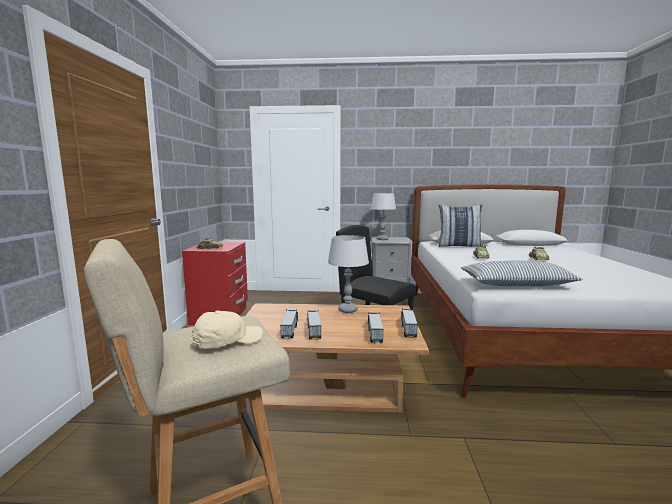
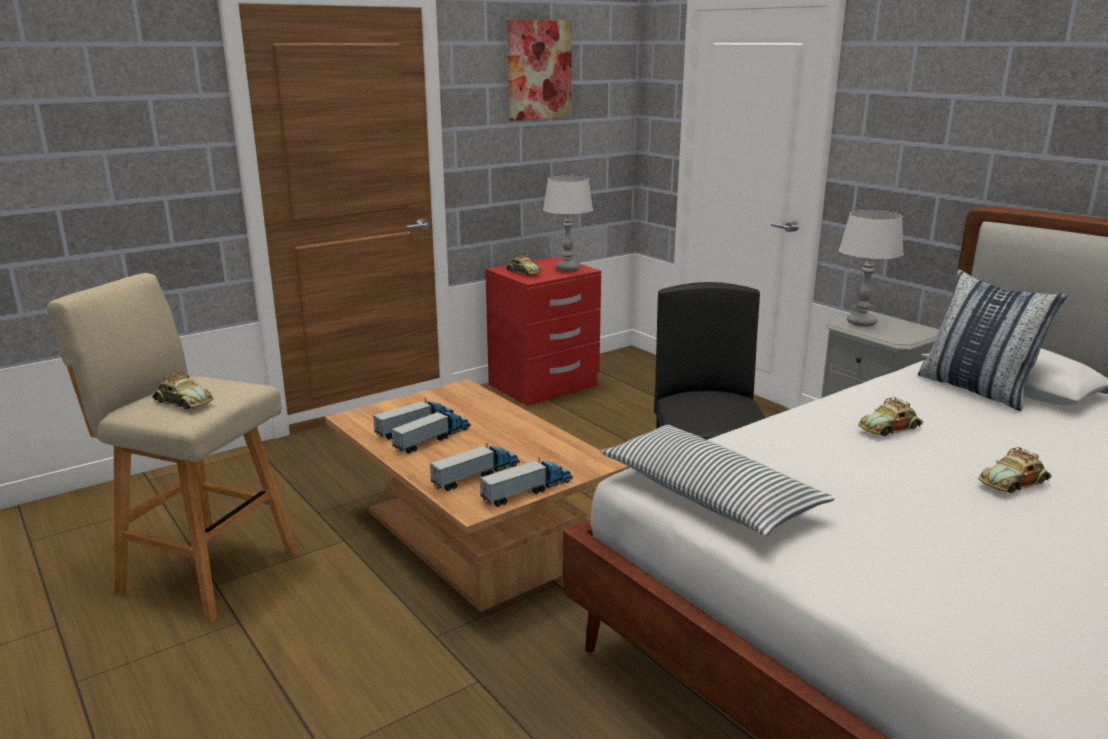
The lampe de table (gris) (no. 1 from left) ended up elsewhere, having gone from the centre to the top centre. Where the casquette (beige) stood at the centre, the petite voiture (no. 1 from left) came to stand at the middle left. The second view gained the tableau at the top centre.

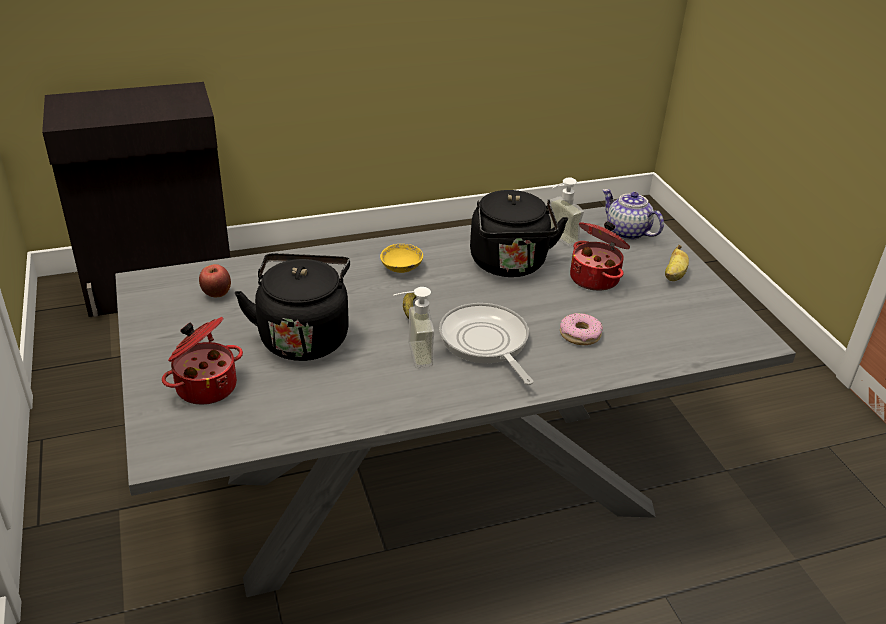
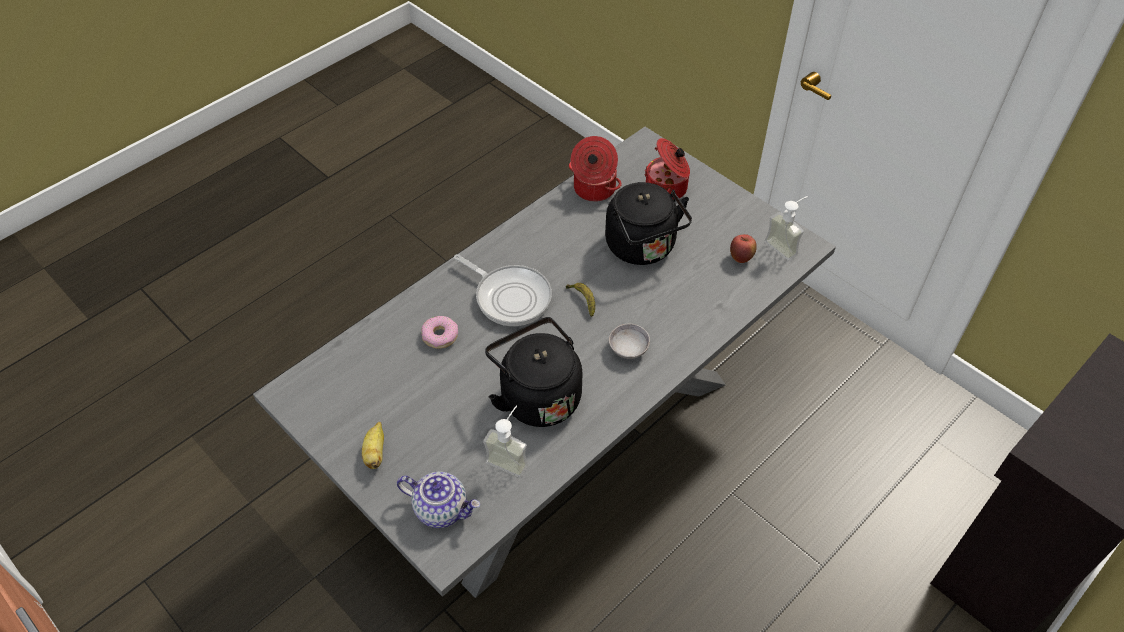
The marmite (no. 2 from left in the first image) ended up elsewhere, having gone from the middle right to the top centre. What was the bol (jaune) at the centre turned into the bol (gris) at the centre. The distributeur de savon (no. 1 from left in the first image) ended up elsewhere, having gone from the centre to the middle right.

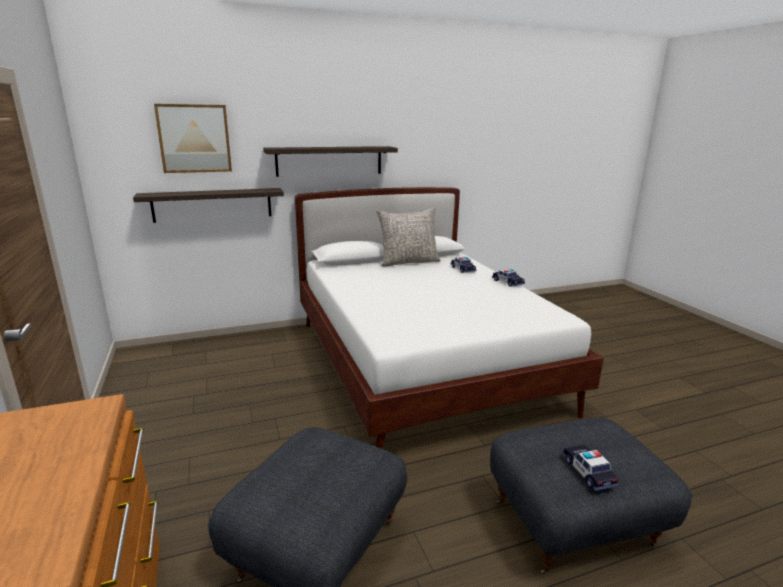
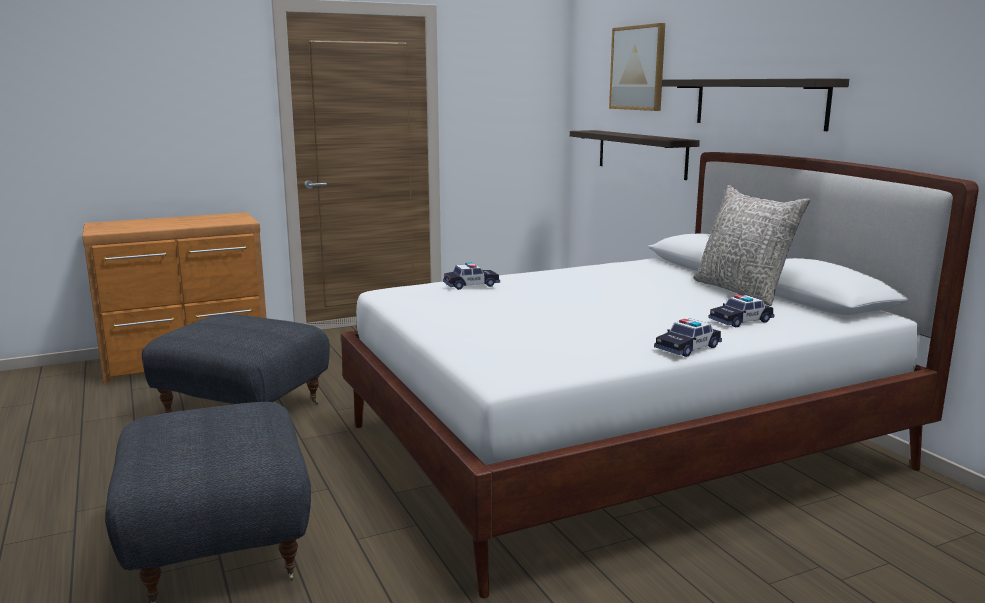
The petite voiture (no. 3 from left in the first image) ended up elsewhere, having gone from the bottom right to the centre.

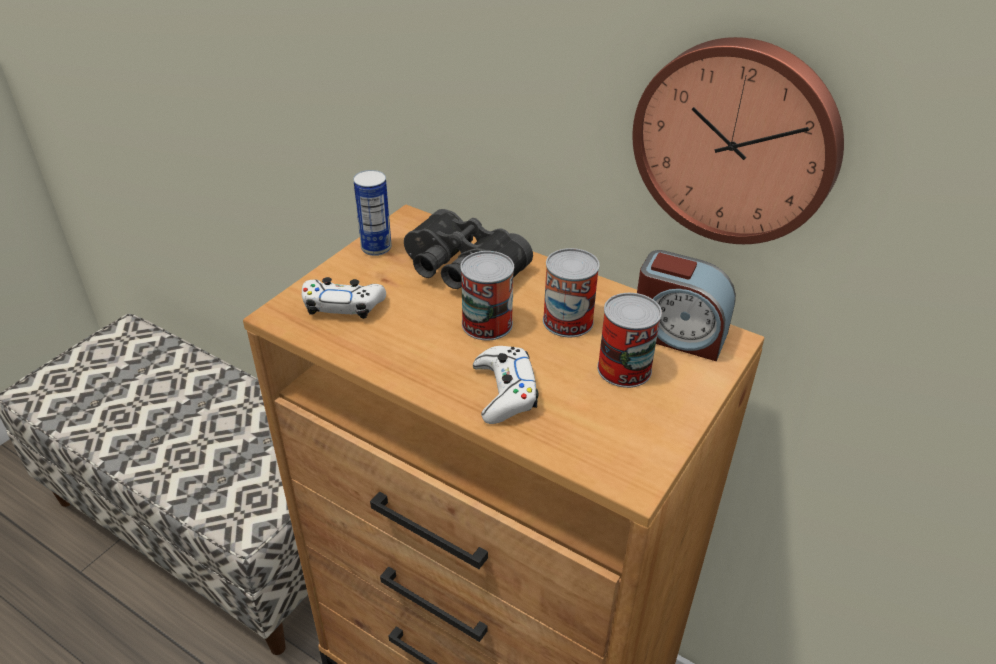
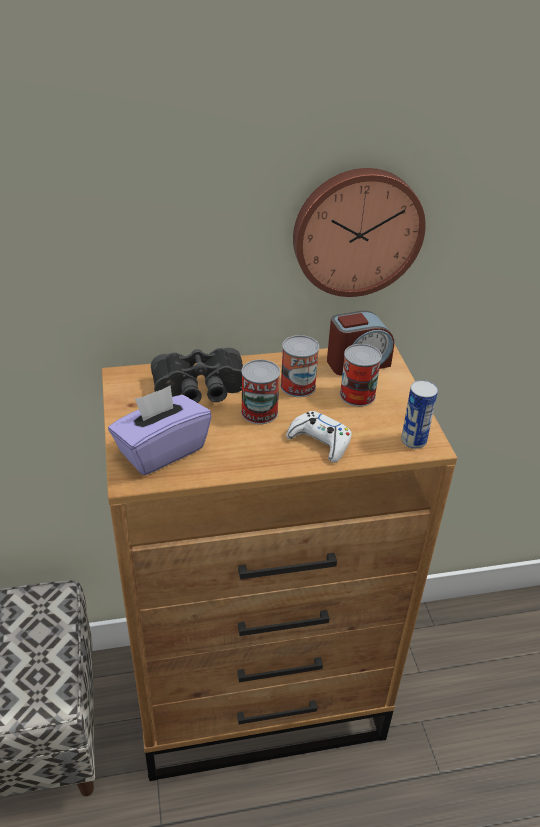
The boîte métallique (no. 1 from left in the first image) ended up elsewhere, having gone from the top centre to the middle right. Where the manette (blanc) (no. 1 from left) stood at the centre, the boîte à mouchoirs (violet) came to stand at the middle left.

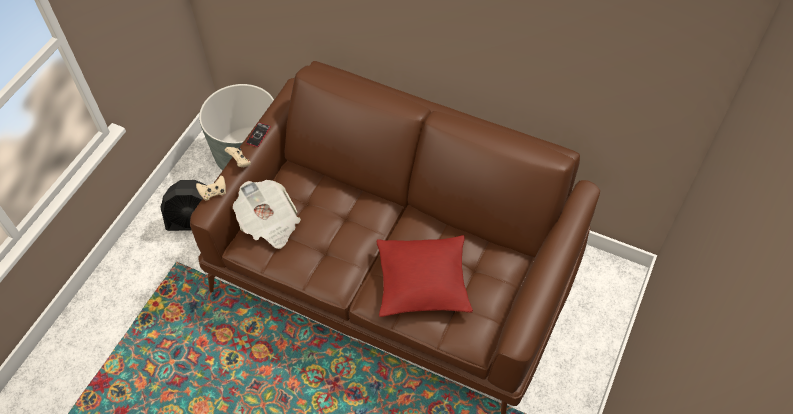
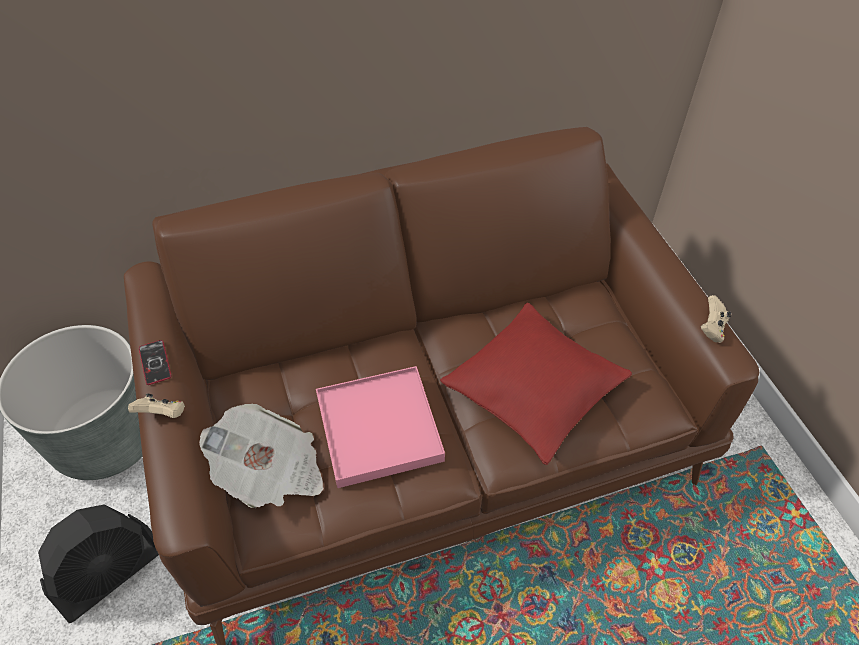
The manette (beige) (no. 1 from left in the first image) ended up elsewhere, having gone from the middle left to the middle right. The second view gained the plateau (rose) at the centre.

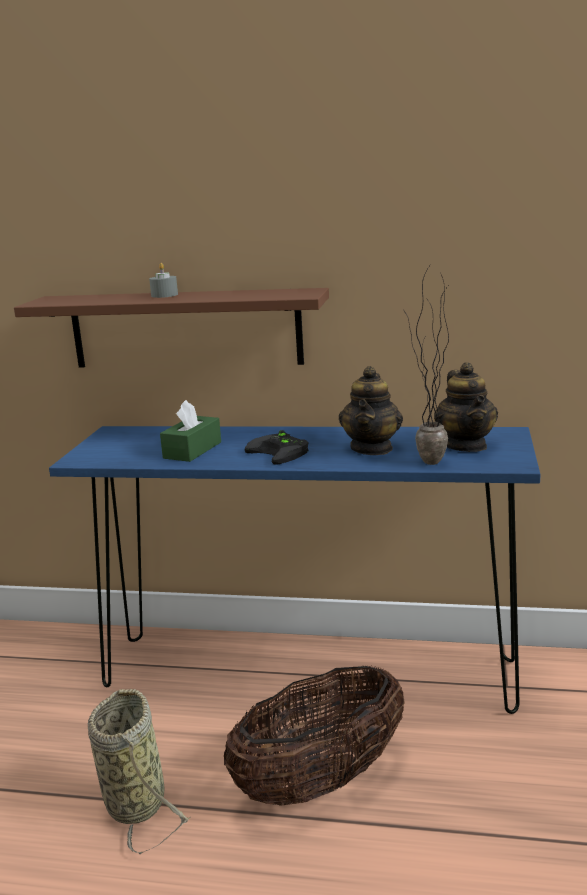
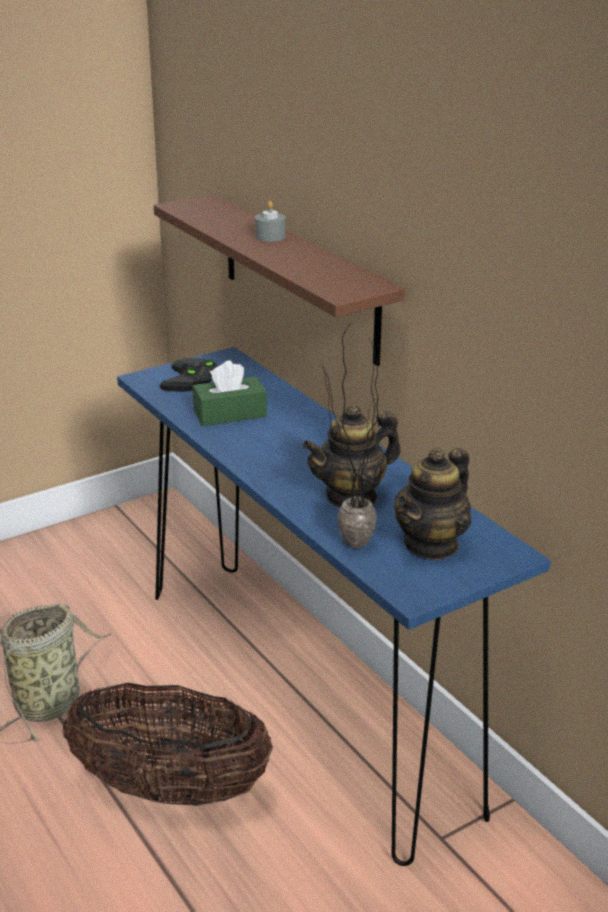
The manette (noir) ended up elsewhere, having gone from the centre to the middle left.

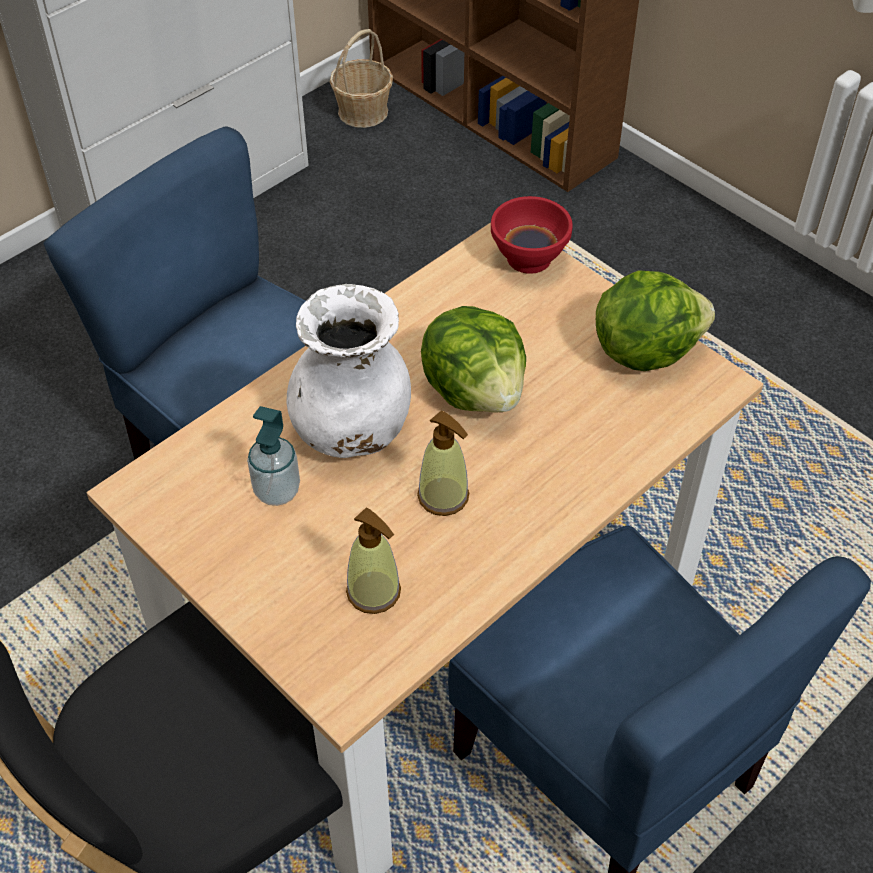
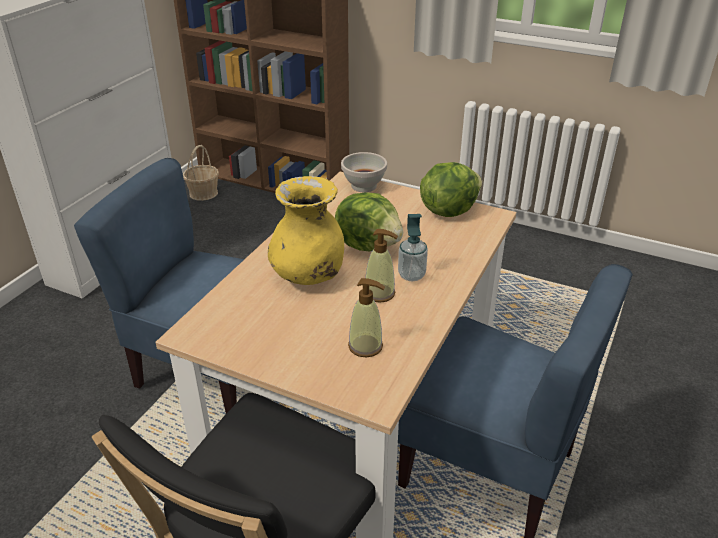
What was the bol (rouge) at the top centre turned into the bol (blanc) at the top centre. What was the vase (blanc) at the centre turned into the vase (jaune) at the centre. The distributeur de savon (no. 1 from left in the first image) ended up elsewhere, having gone from the middle left to the centre.

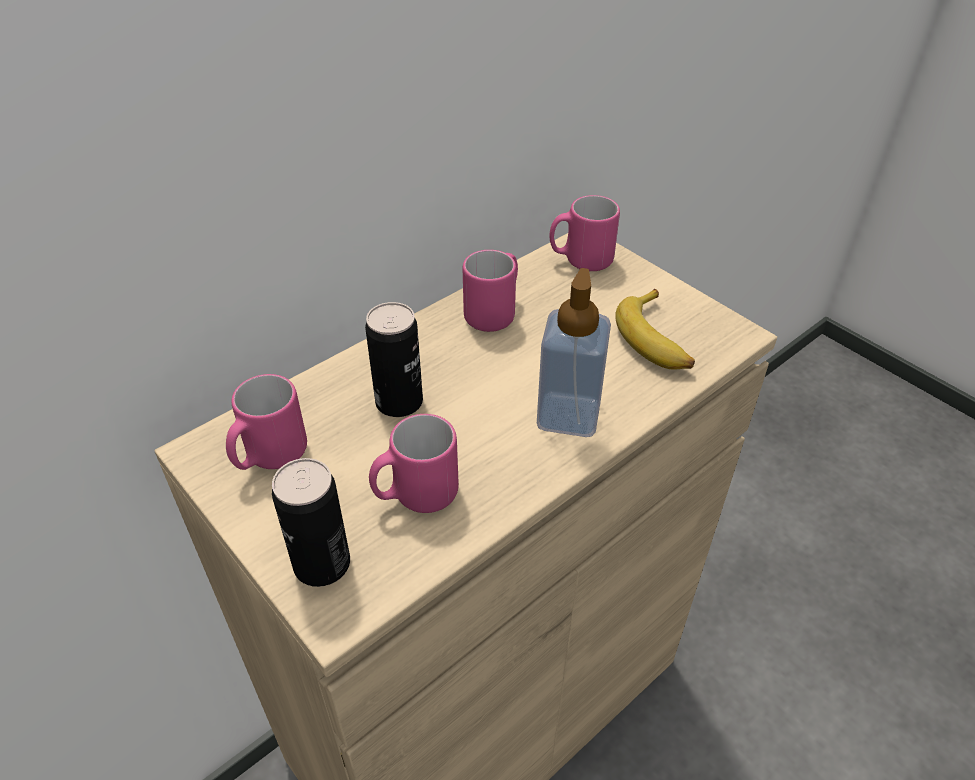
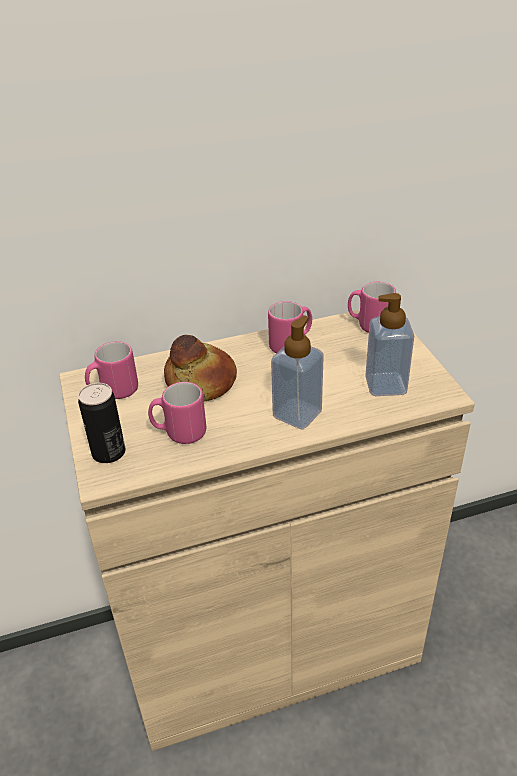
Where the banane stood at the middle right, the distributeur de savon (no. 2 from left) came to stand at the middle right. Where the boîte métallique (no. 2 from left) stood at the centre, the pain came to stand at the centre.

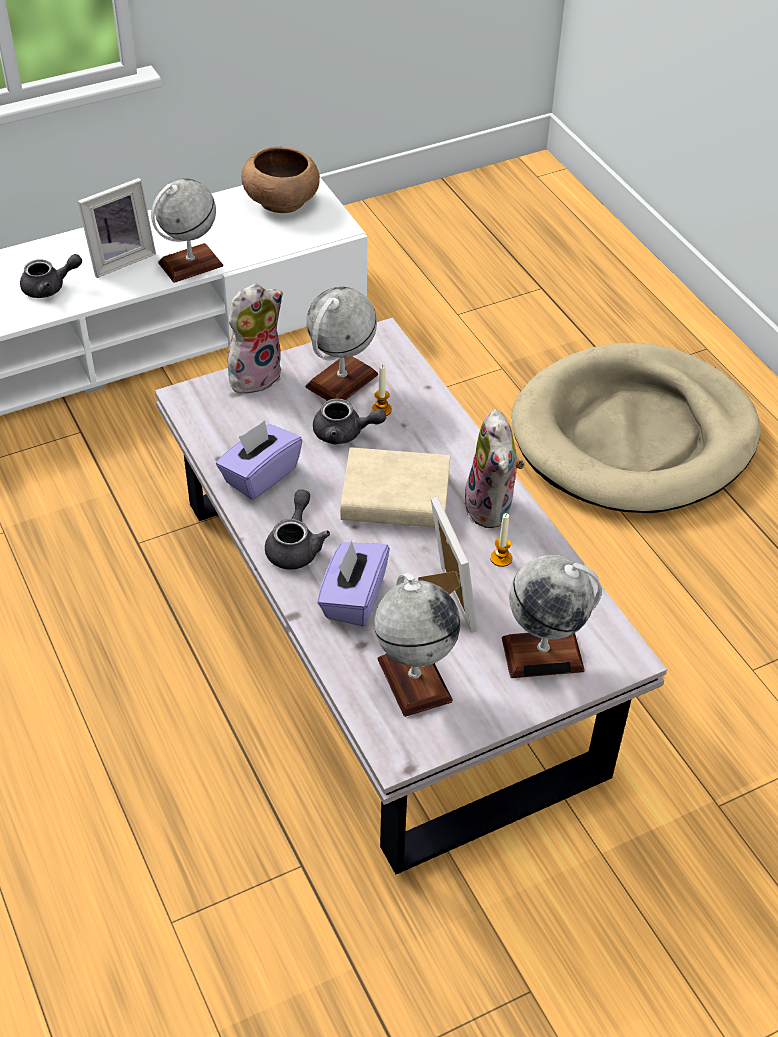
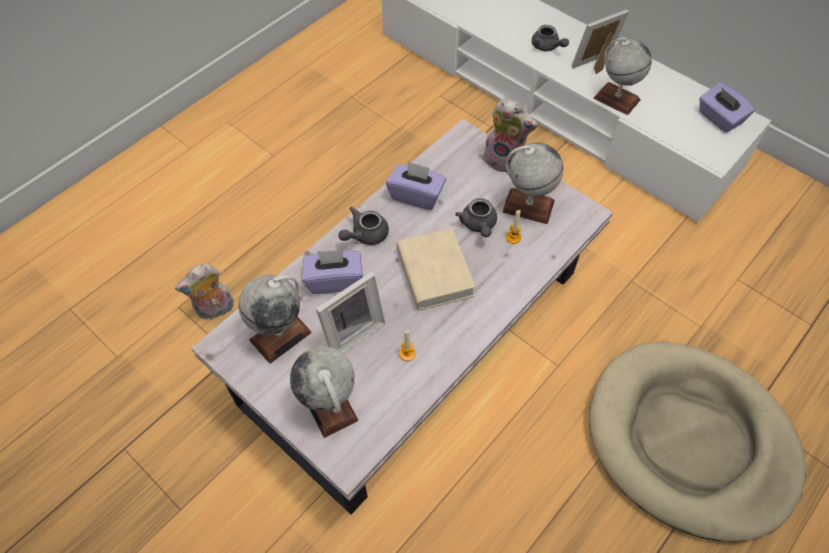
Where the bol (marron) stood at the top centre, the boîte à mouchoirs (violet) (no. 3 from left) came to stand at the top right. The cadre photo (no. 1 from left in the first image) at the top left ended up facing another way, 120 degrees clockwise from before. The peluche (no. 2 from left in the first image) ended up elsewhere, having gone from the centre to the middle left. The théière (gris) (no. 2 from left in the first image) at the centre ended up facing another way, 150 degrees clockwise from before.

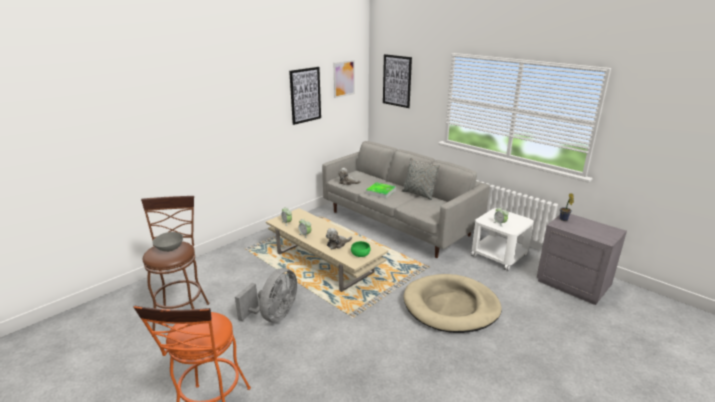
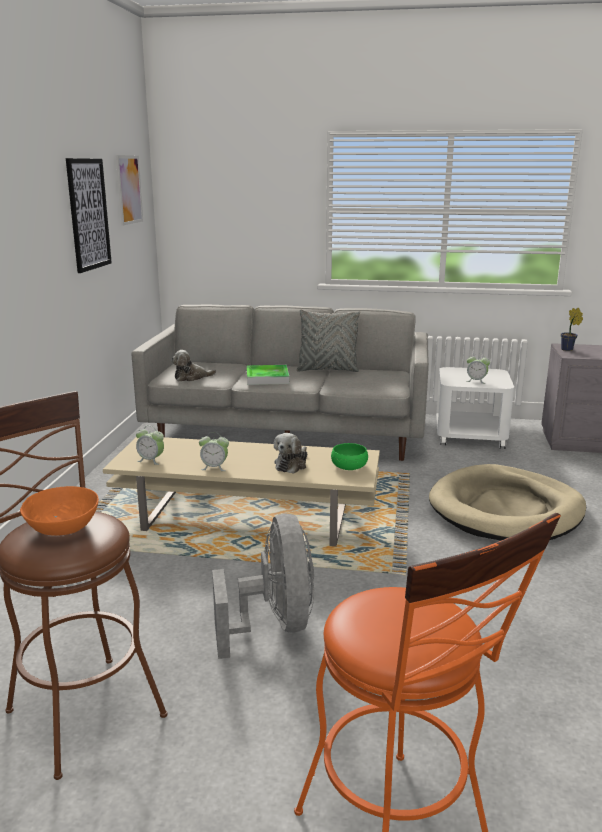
The second view lost the tableau (no. 3 from left) at the top centre. What was the bol (gris) at the middle left turned into the bol (orange) at the middle left.

